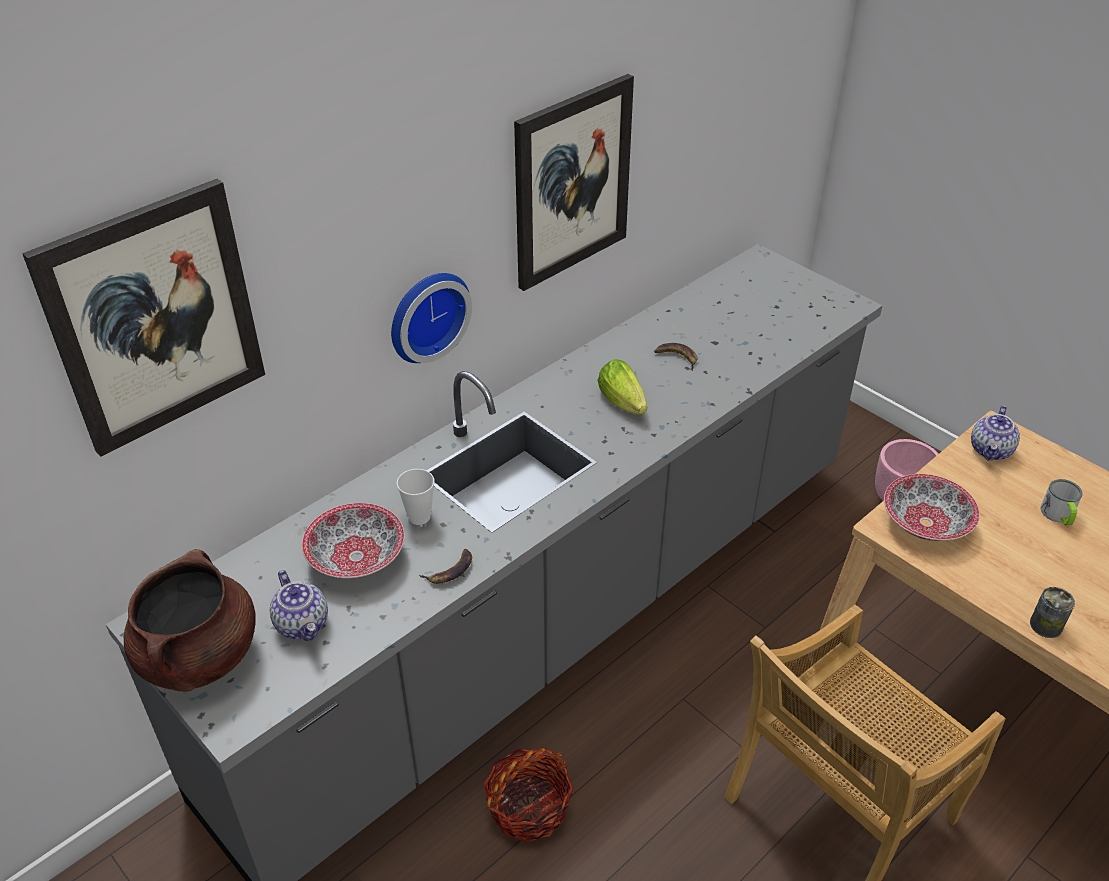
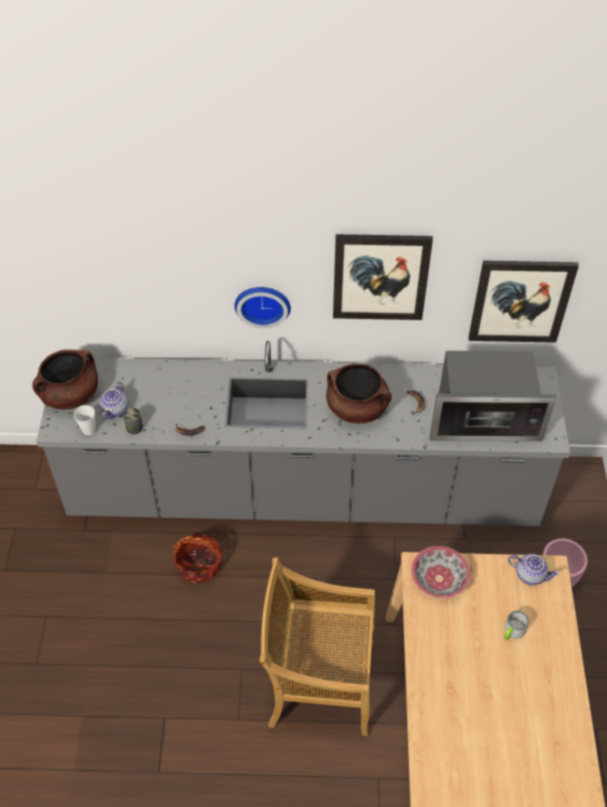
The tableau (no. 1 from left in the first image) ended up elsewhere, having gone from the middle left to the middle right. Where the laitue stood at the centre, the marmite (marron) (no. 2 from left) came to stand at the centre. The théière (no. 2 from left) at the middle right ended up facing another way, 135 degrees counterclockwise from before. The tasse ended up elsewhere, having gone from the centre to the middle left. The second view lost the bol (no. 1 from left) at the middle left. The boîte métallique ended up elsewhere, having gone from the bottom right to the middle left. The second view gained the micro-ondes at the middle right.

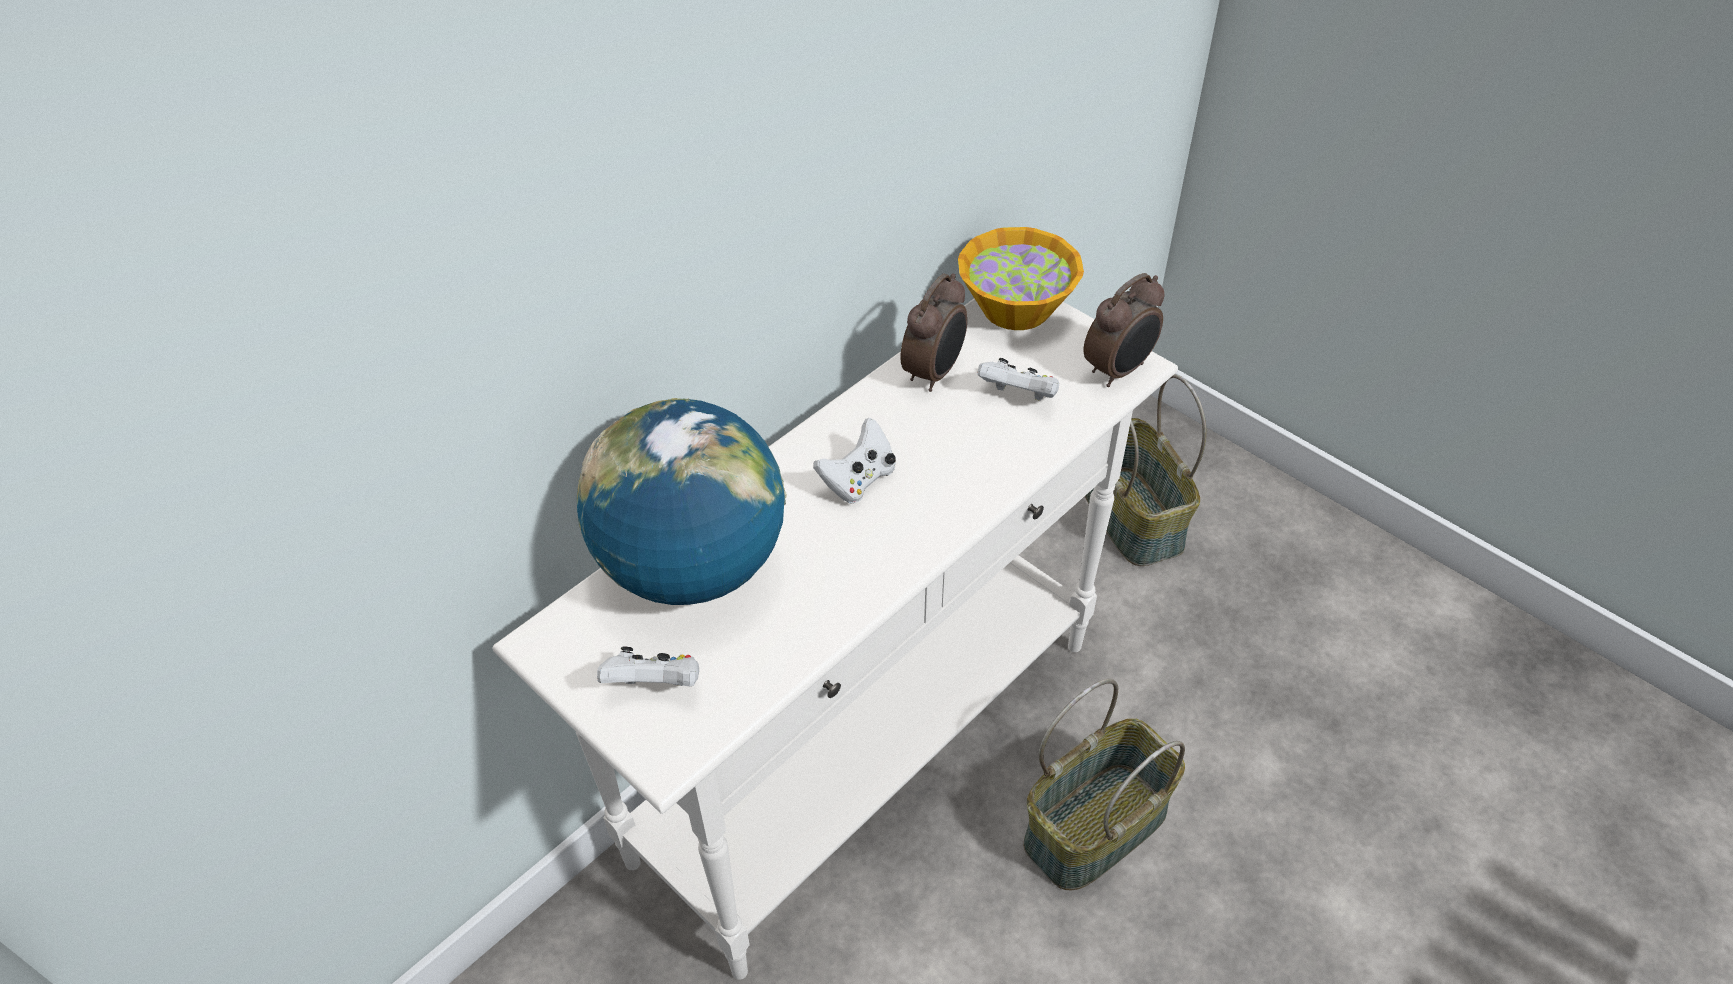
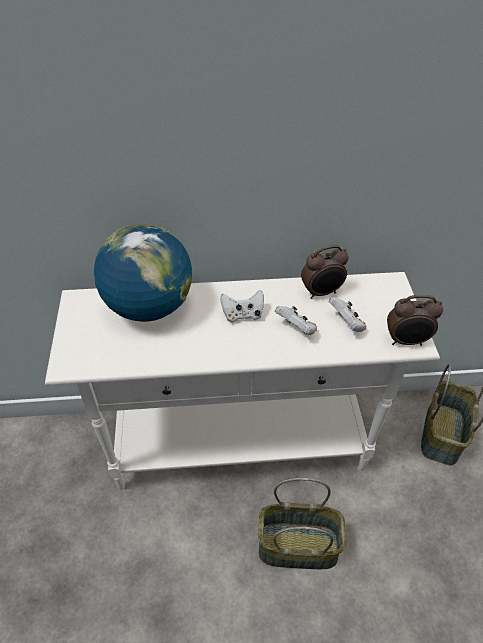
The second view lost the bol at the top centre. The manette (blanc) (no. 1 from left in the first image) ended up elsewhere, having gone from the bottom centre to the centre.

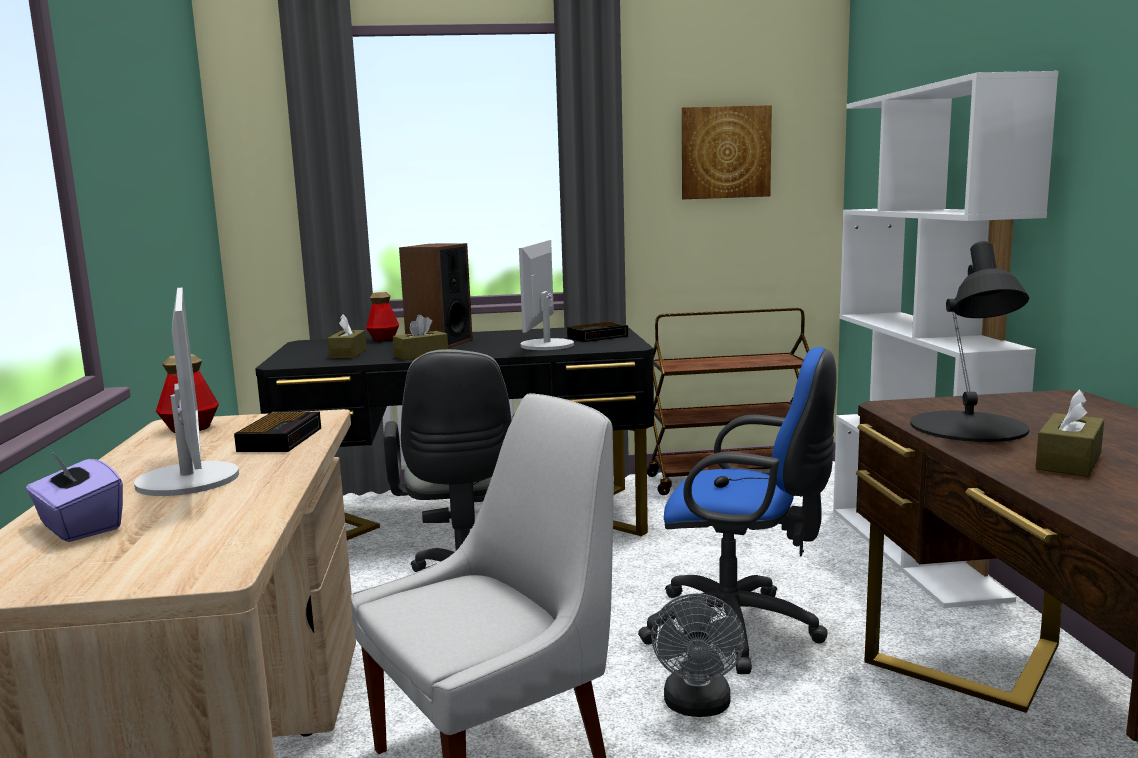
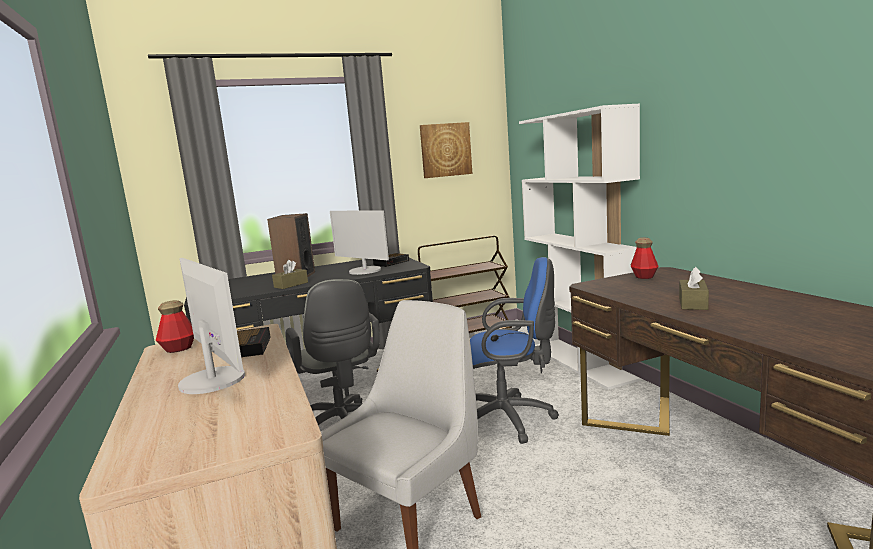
The écran d'ordinateur (no. 2 from left) at the centre ended up facing another way, 45 degrees counterclockwise from before. The second view lost the lampe de table (noir) at the middle right. The bouteille (no. 2 from left) ended up elsewhere, having gone from the centre to the middle right. The second view lost the boîte à mouchoirs (marron) (no. 1 from left) at the middle left. The second view lost the boîte à mouchoirs (violet) at the middle left. The second view lost the ventilateur (gris) at the bottom centre.

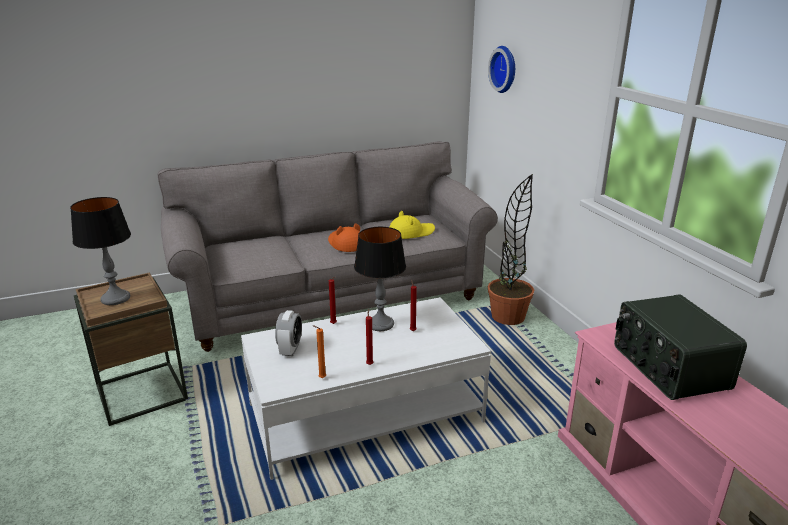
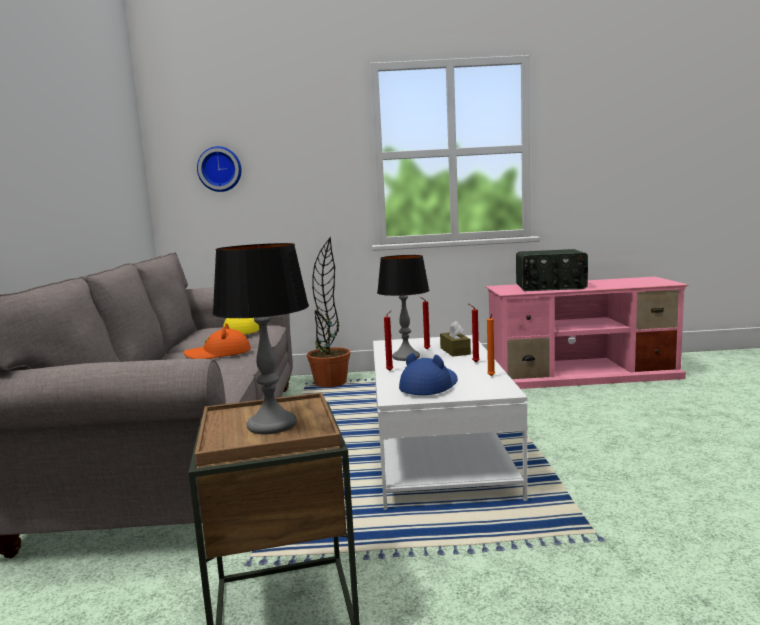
Where the réveil stood at the centre, the chapeau (bleu) came to stand at the centre. The second view gained the boîte à mouchoirs (marron) at the centre.

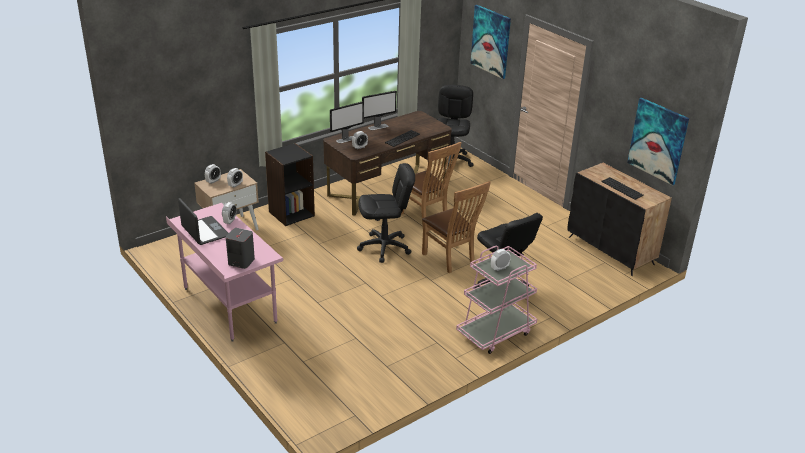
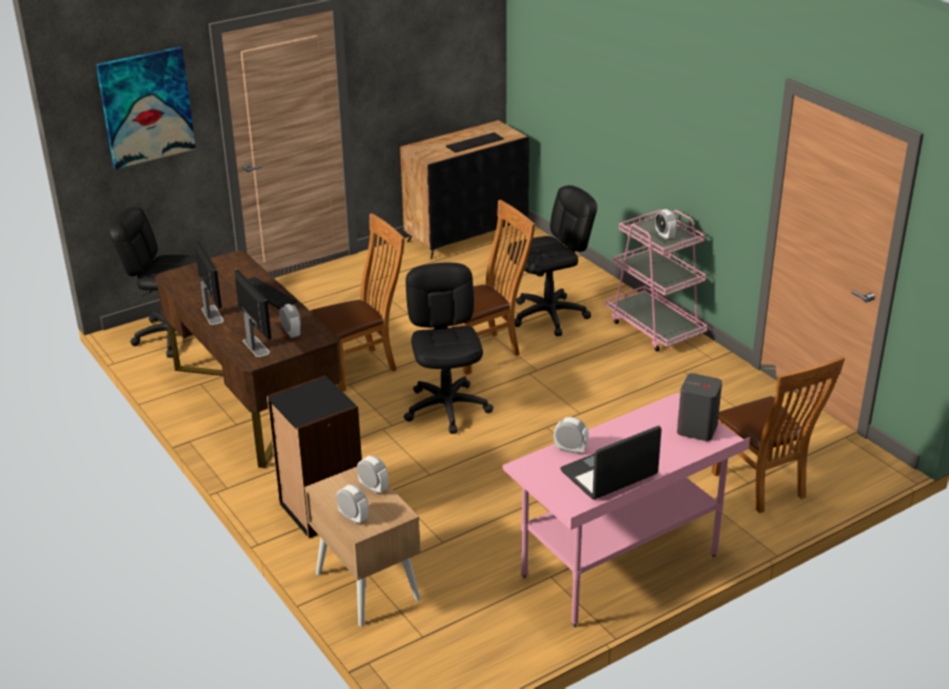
The second view lost the tableau (no. 2 from left) at the top right. The second view gained the chaise (marron) (no. 3 from left) at the middle right.

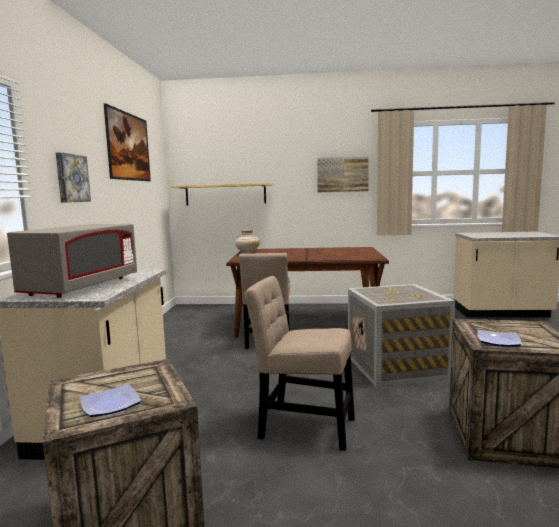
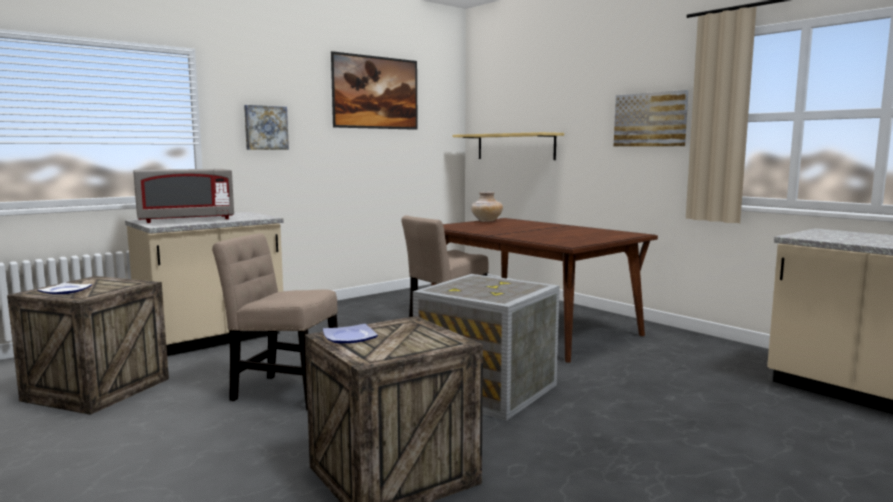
The chaise (beige) (no. 2 from left in the first image) at the bottom centre ended up facing another way, 45 degrees counterclockwise from before.

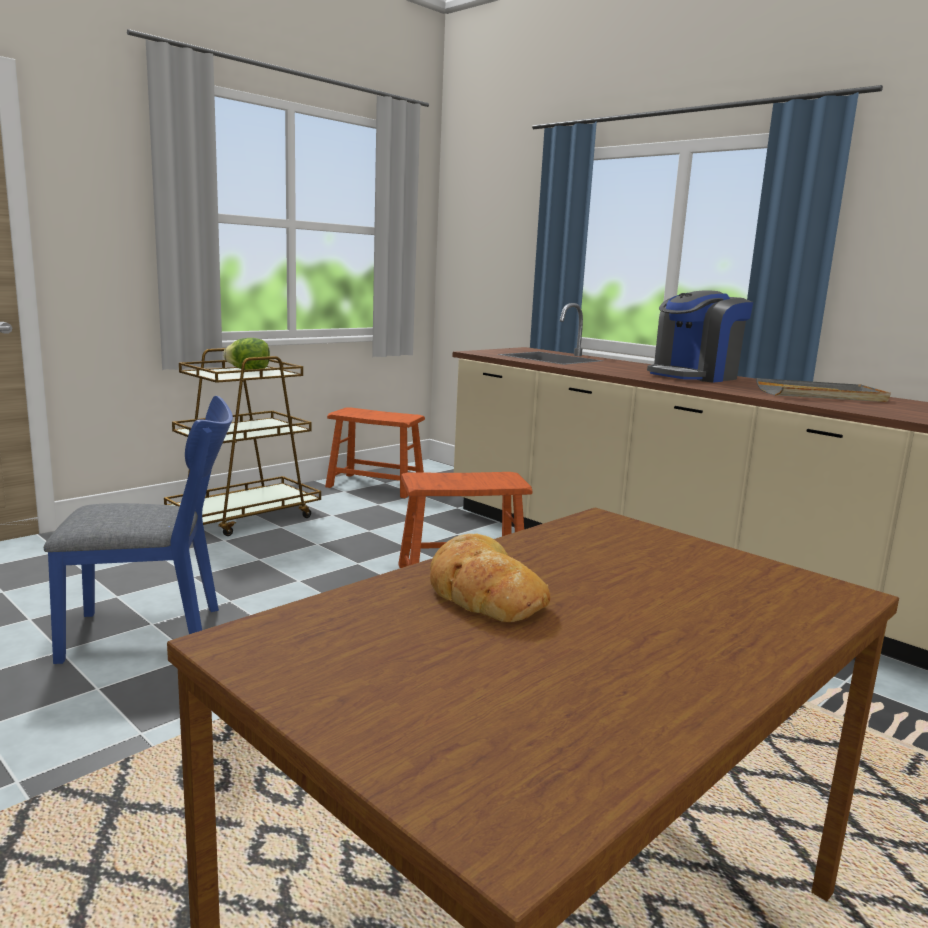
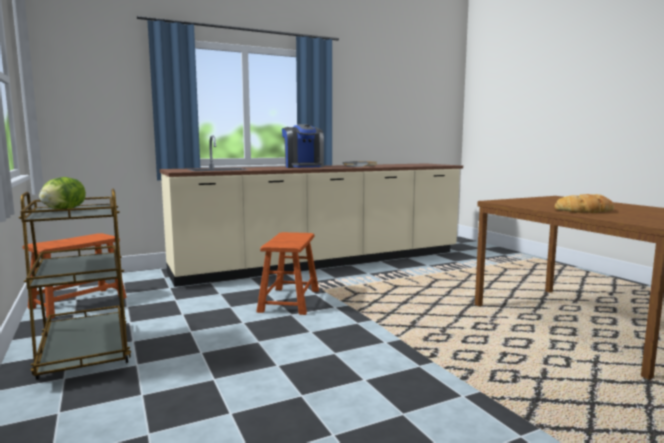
The second view lost the chaise (bleu) at the middle left.

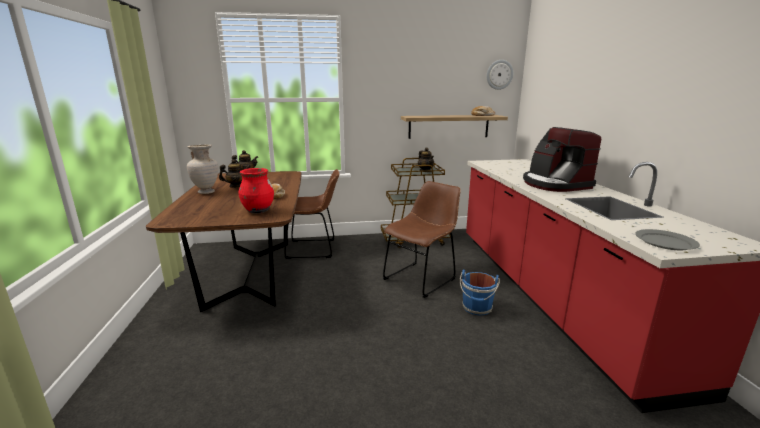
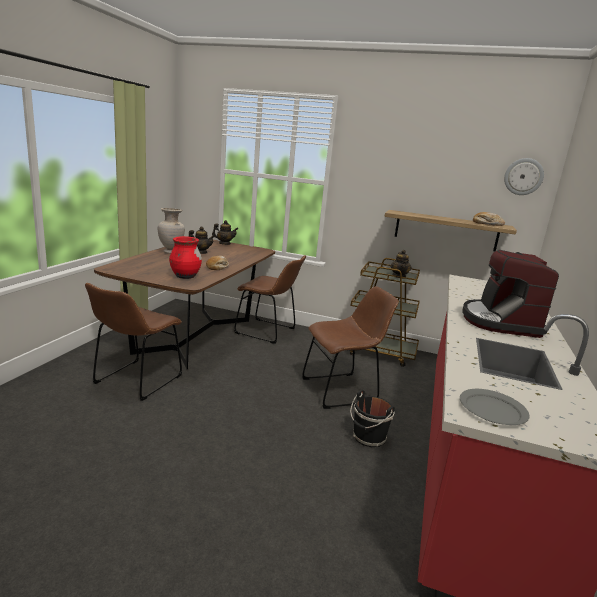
What was the seau (bleu) at the bottom centre turned into the seau (noir) at the bottom centre. The second view gained the chaise (marron) (no. 1 from left) at the middle left.

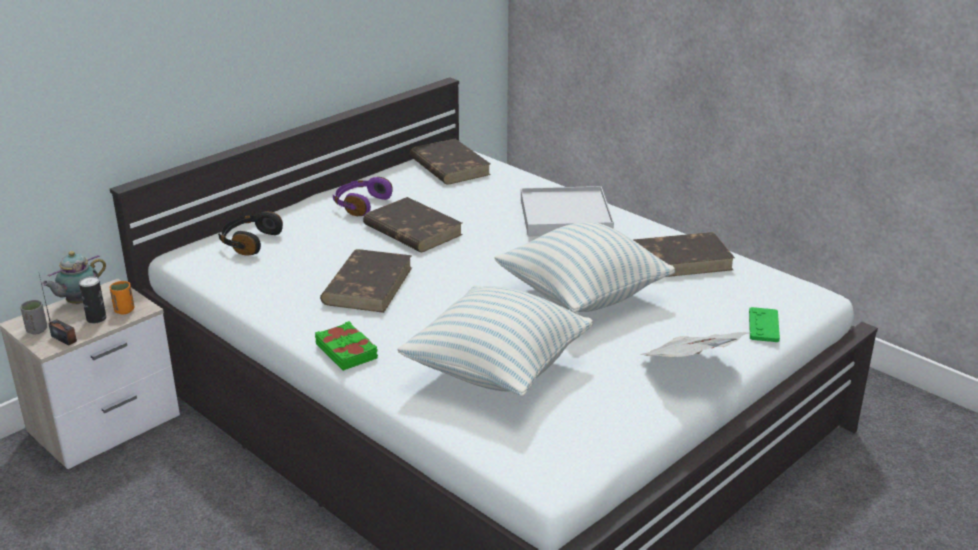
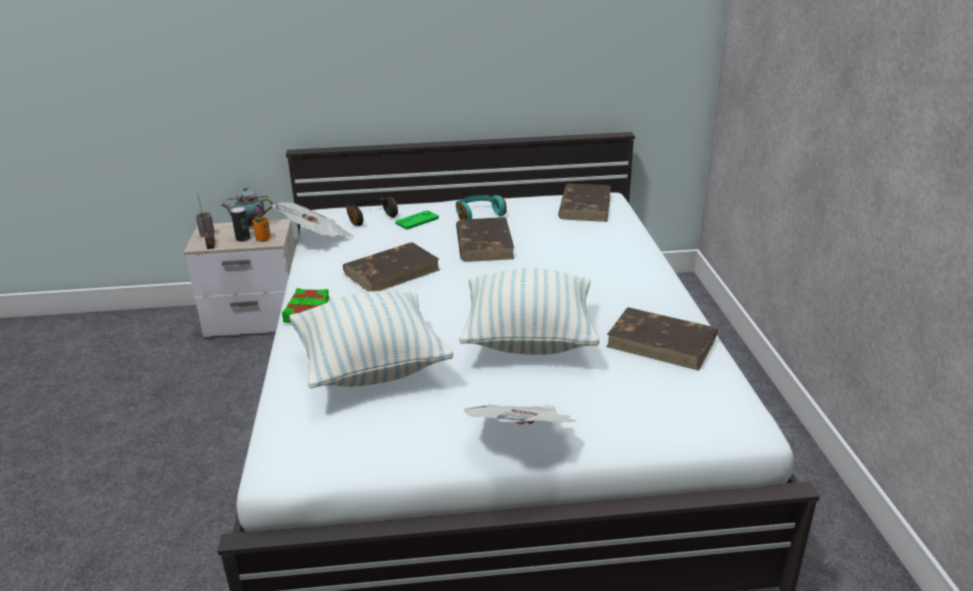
What was the casque audio (violet) at the centre turned into the casque audio (turquoise) at the centre. The second view lost the plateau (blanc) at the centre. The manette (vert) ended up elsewhere, having gone from the middle right to the centre. The second view gained the journal (no. 1 from left) at the middle left.

